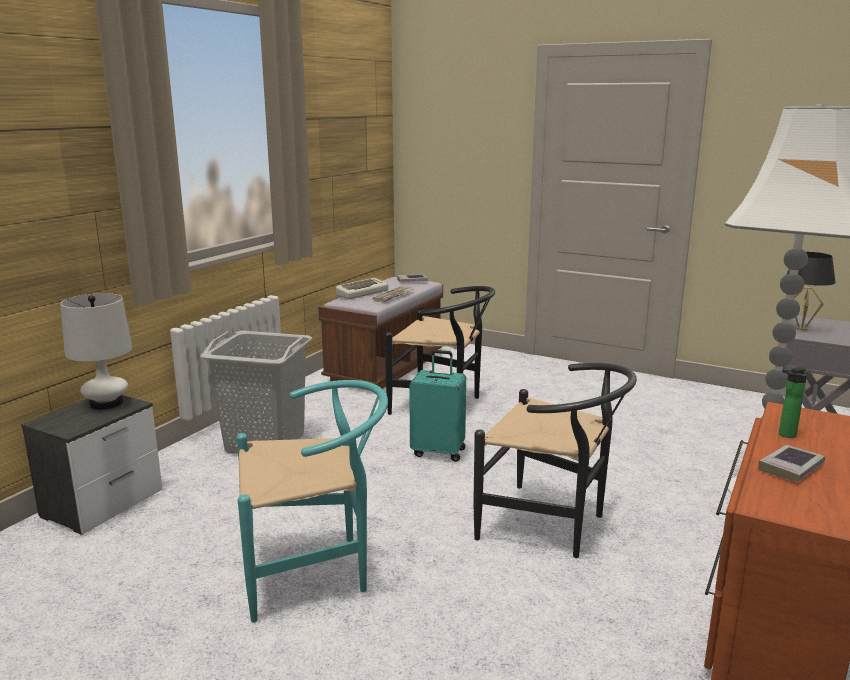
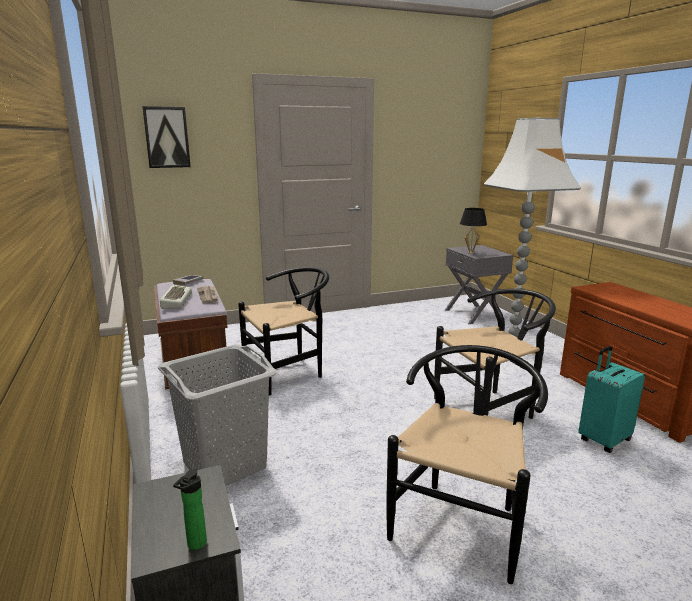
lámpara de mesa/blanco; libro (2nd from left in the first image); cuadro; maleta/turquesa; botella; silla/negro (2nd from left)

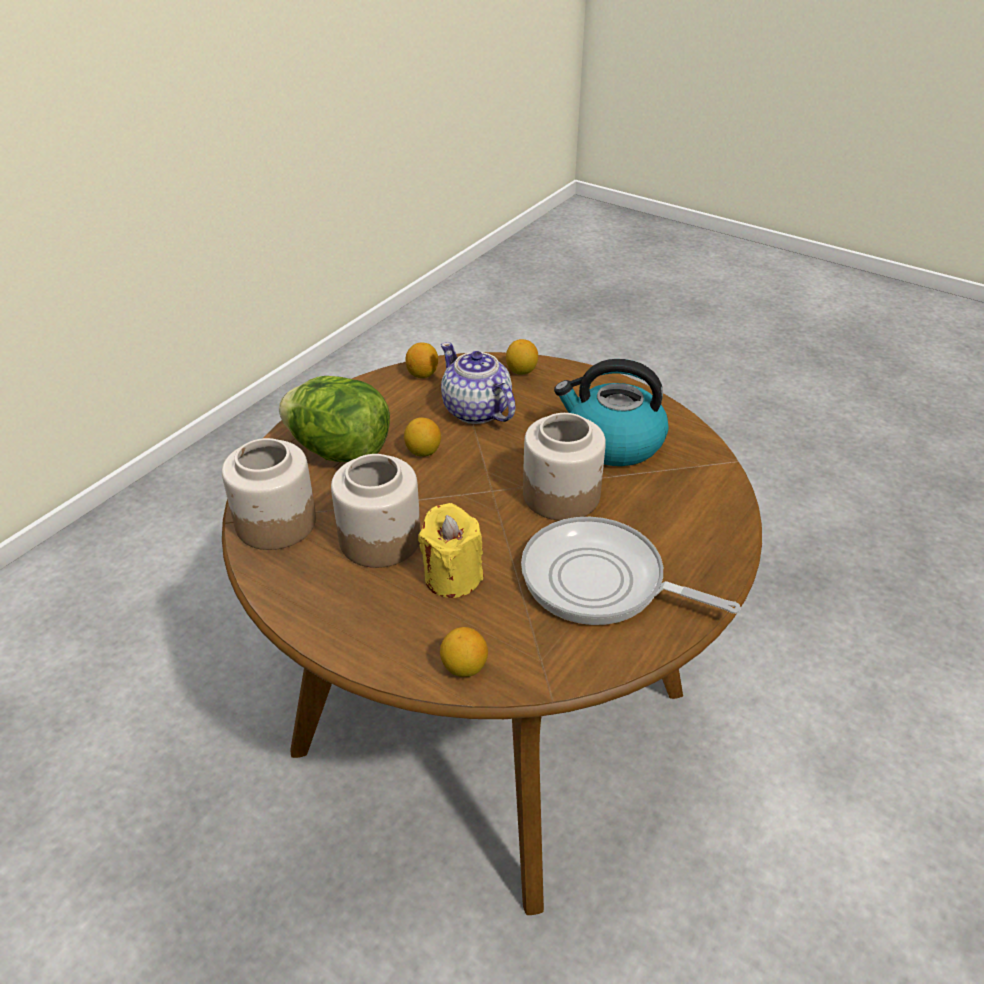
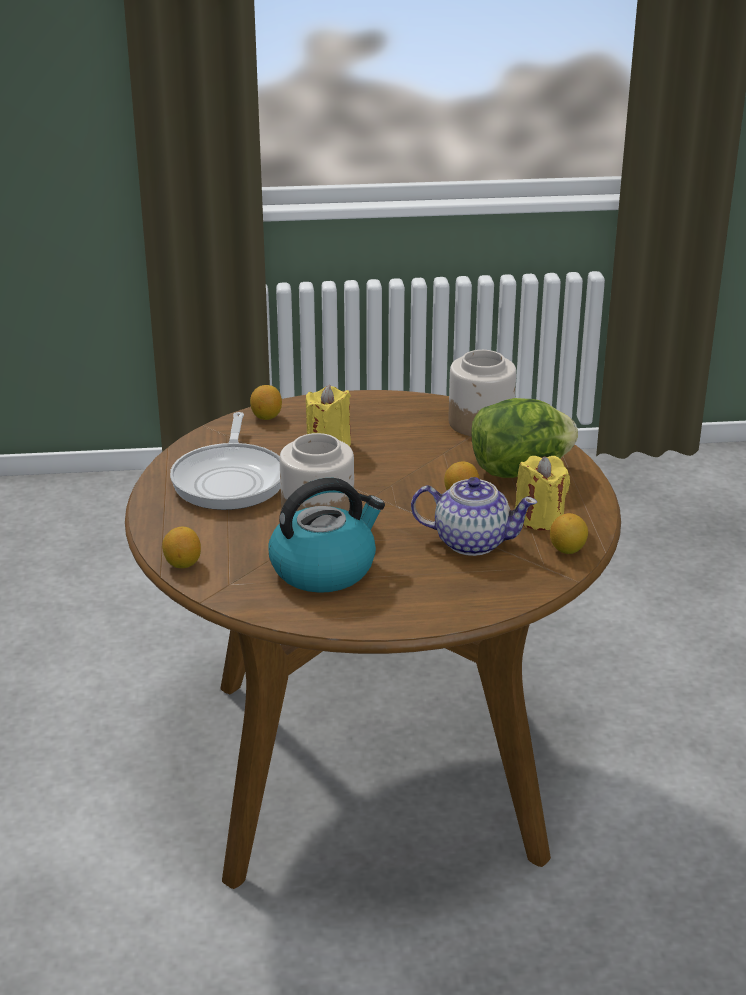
tarro (2nd from left in the first image); vela/amarillo (2nd from left); limón (1st from left); sartén

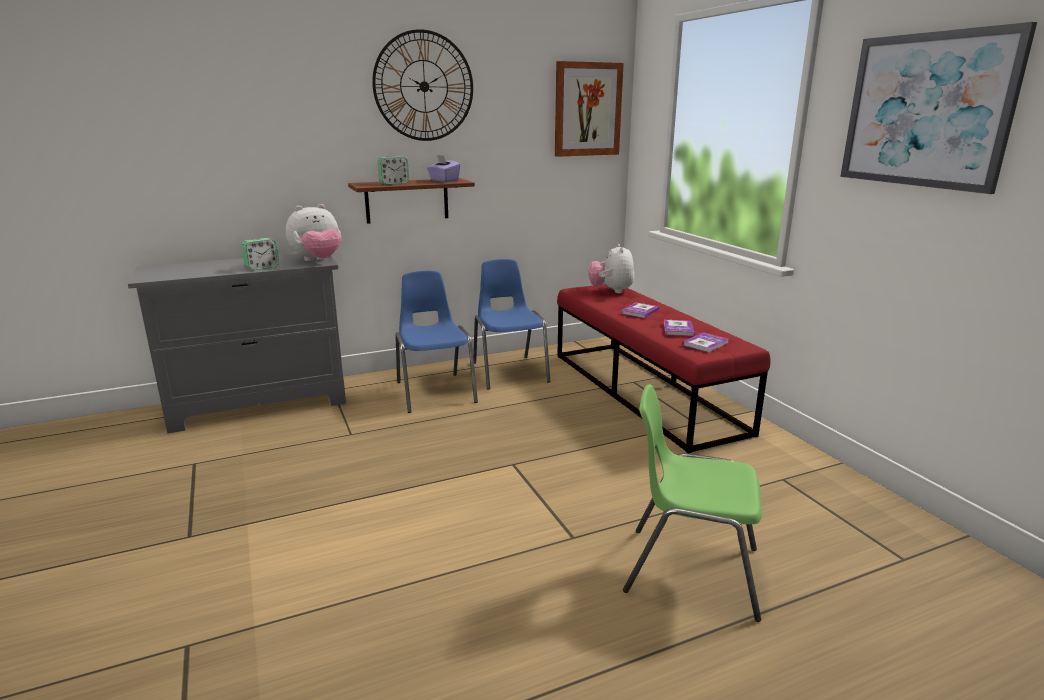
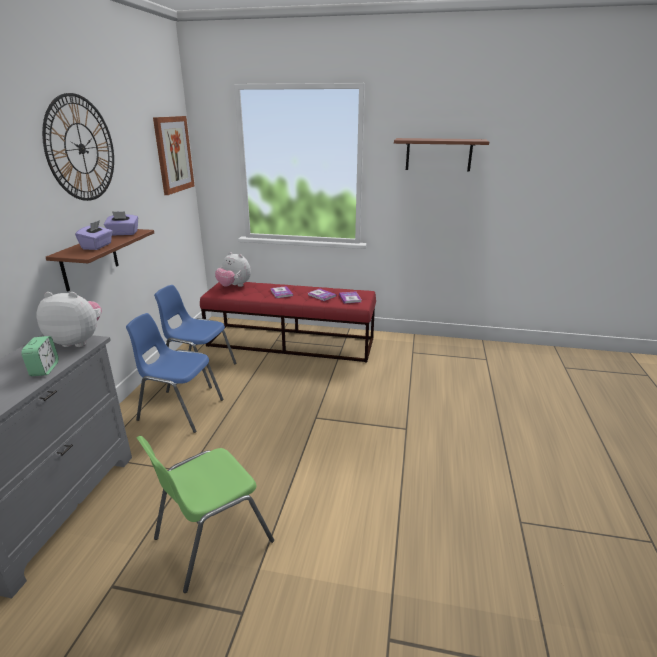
silla/verde; caja de pañuelos/morado (1st from left); estante/marrón (2nd from left); peluche (1st from left)

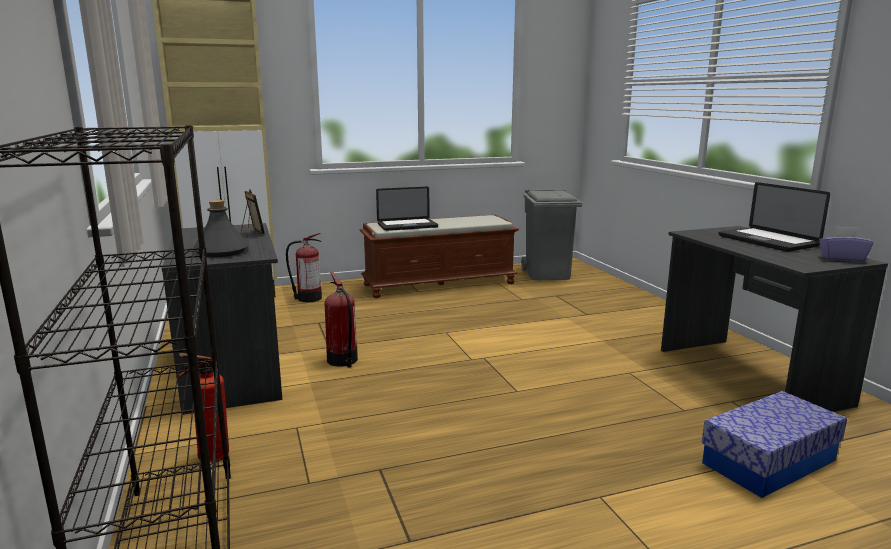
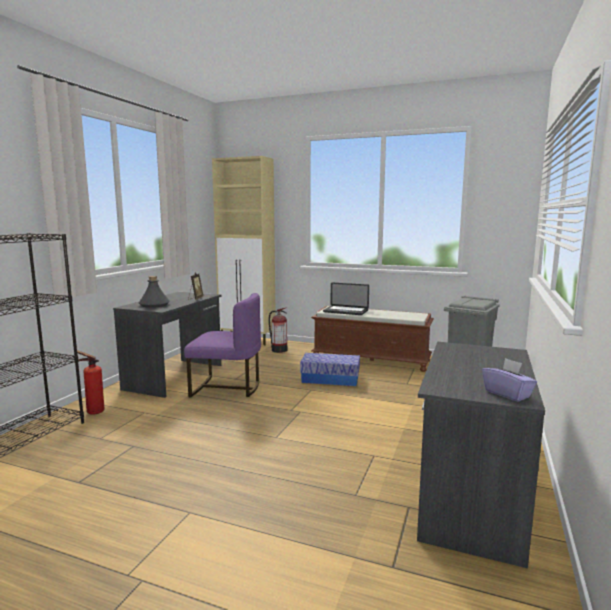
portátil (2nd from left in the first image); caja de almacenaje; silla/morado

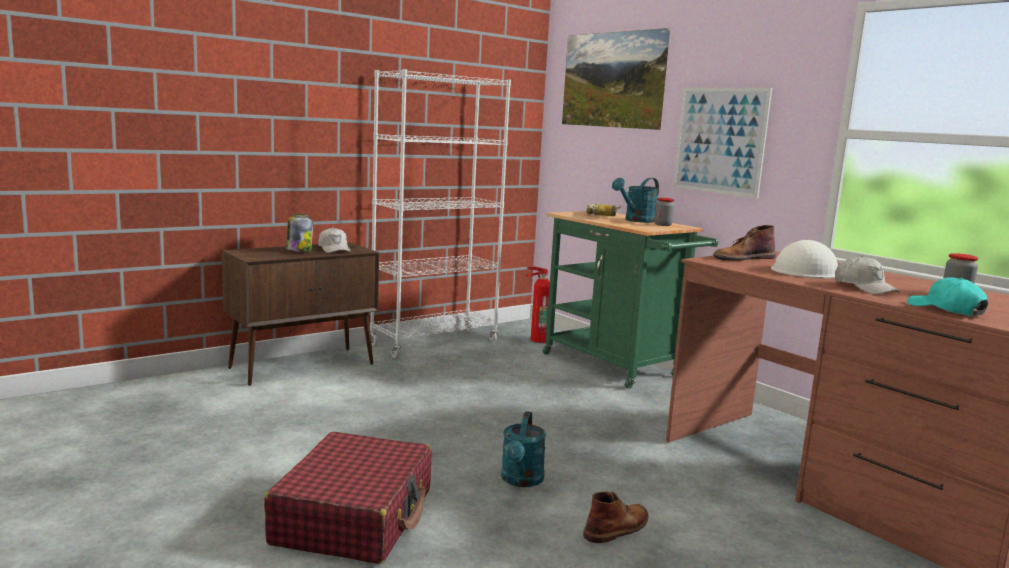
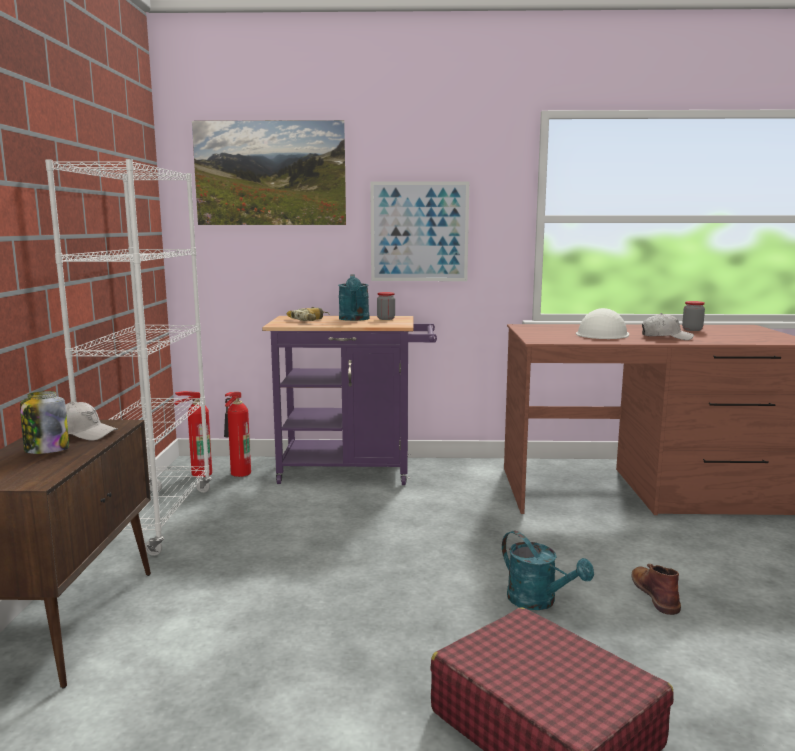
bota/marrón (2nd from left in the first image); gorra/turquesa; extintor (1st from left); carrito/morado

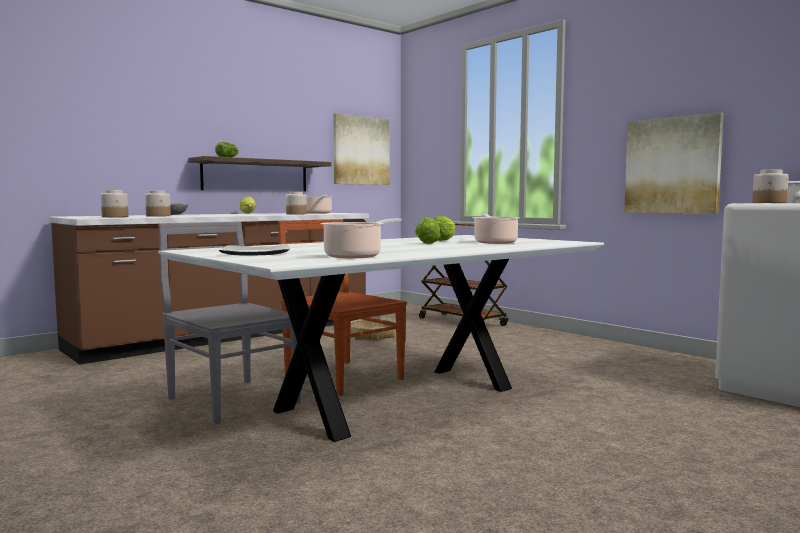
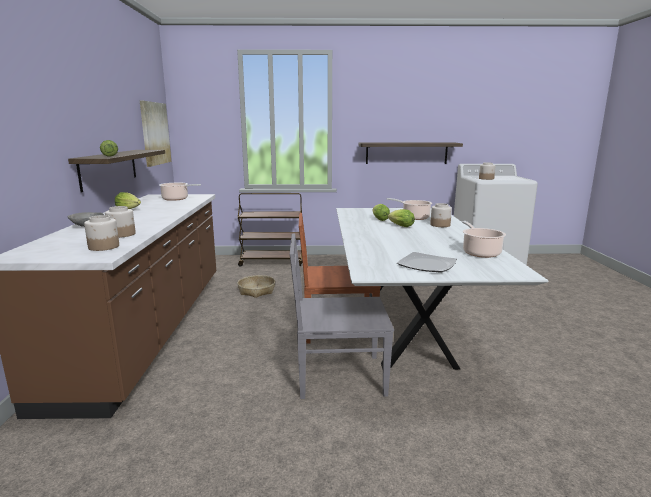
tarro (3rd from left); estante (2nd from left)

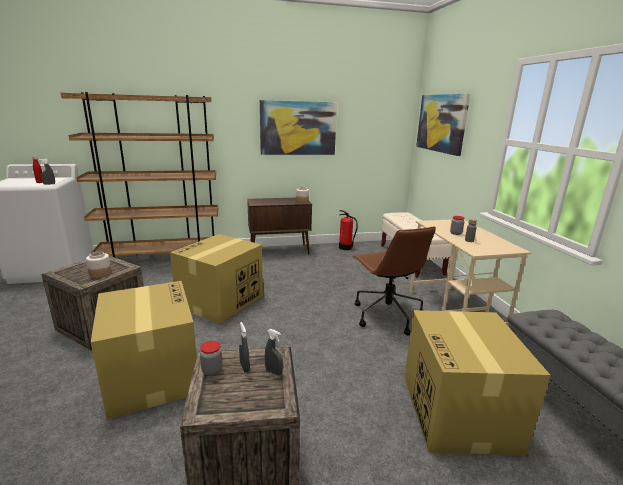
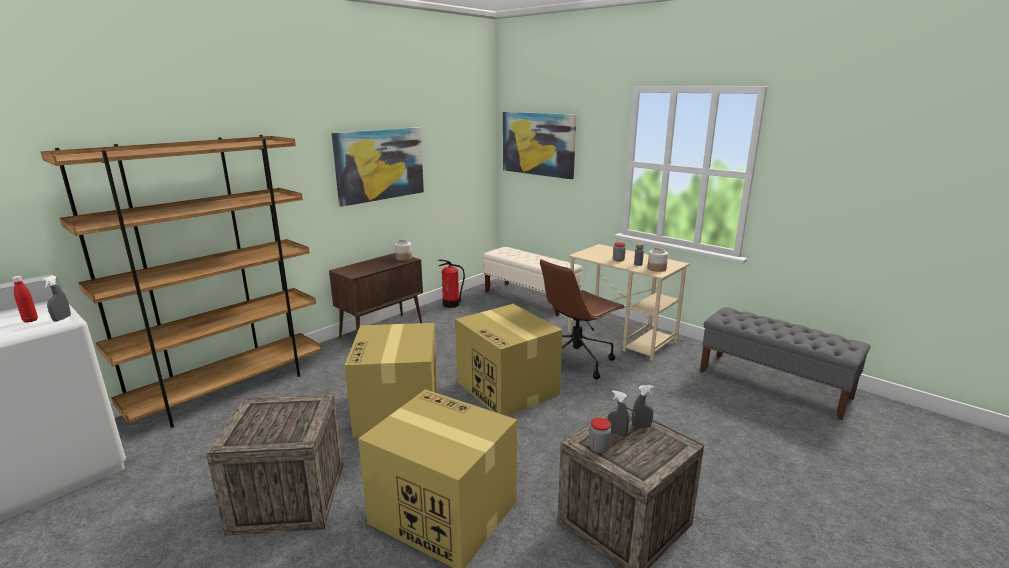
tarro (4th from left); caja de cartón (3rd from left); silla de oficina/marrón

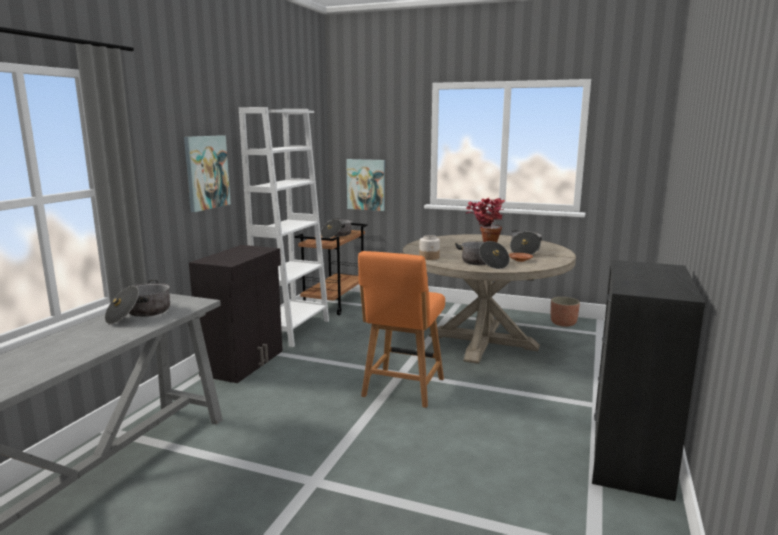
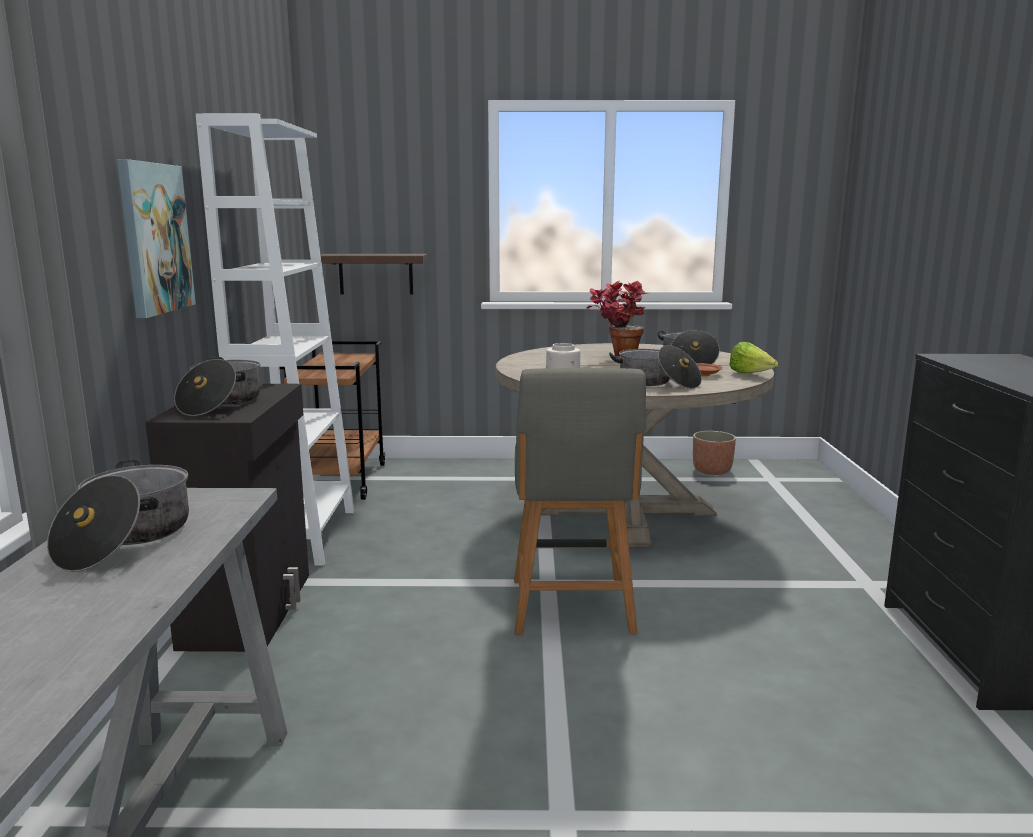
lechuga; olla (2nd from left); estante; silla/gris

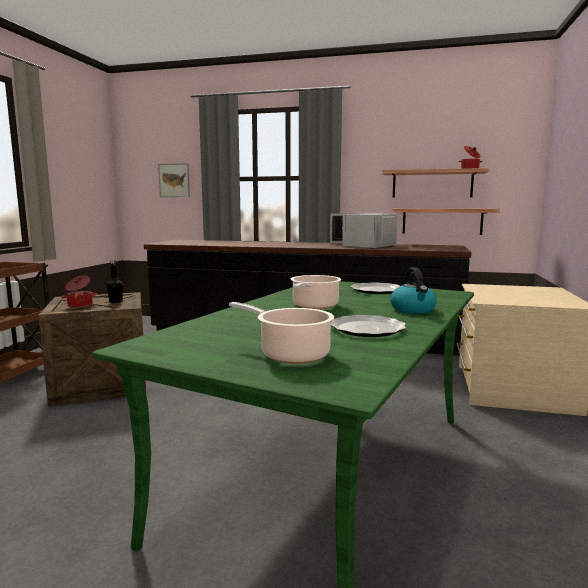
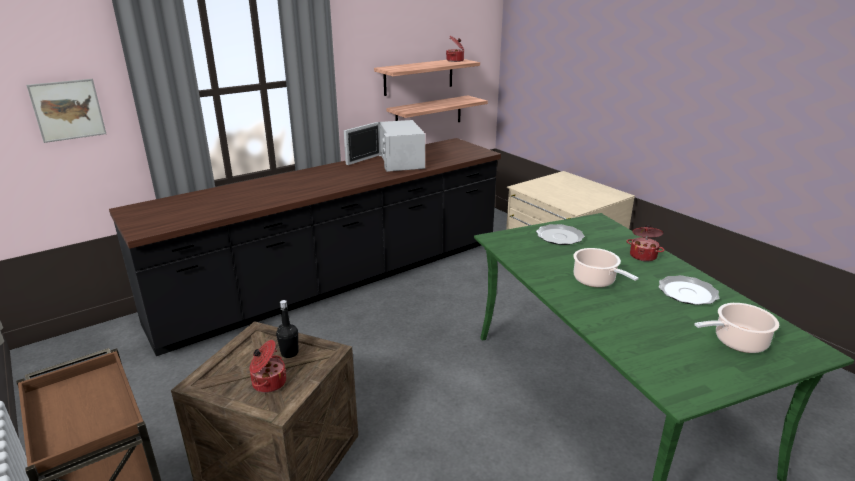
olla (4th from left)

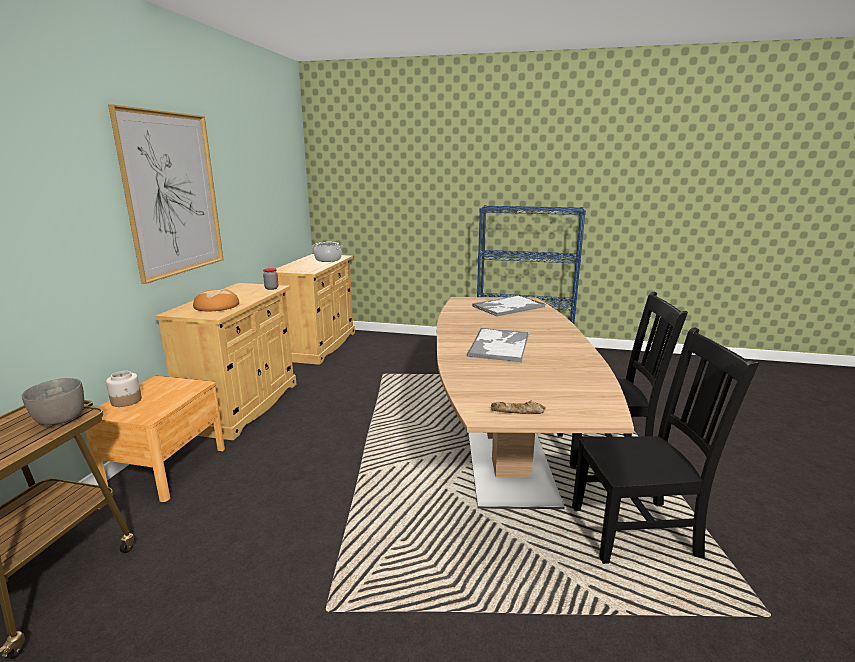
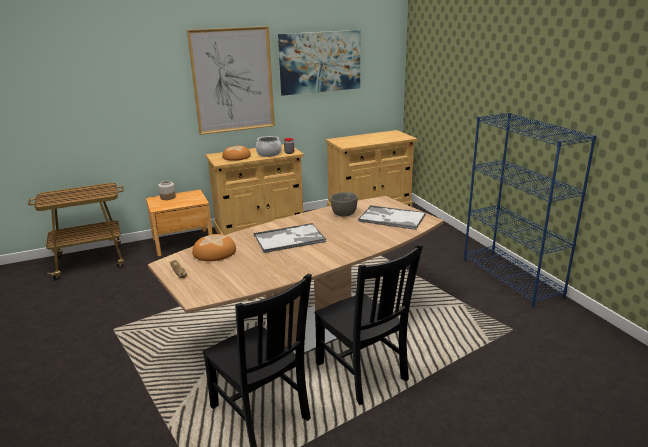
pan (2nd from left); cuadro (2nd from left); cuenco/gris; olla

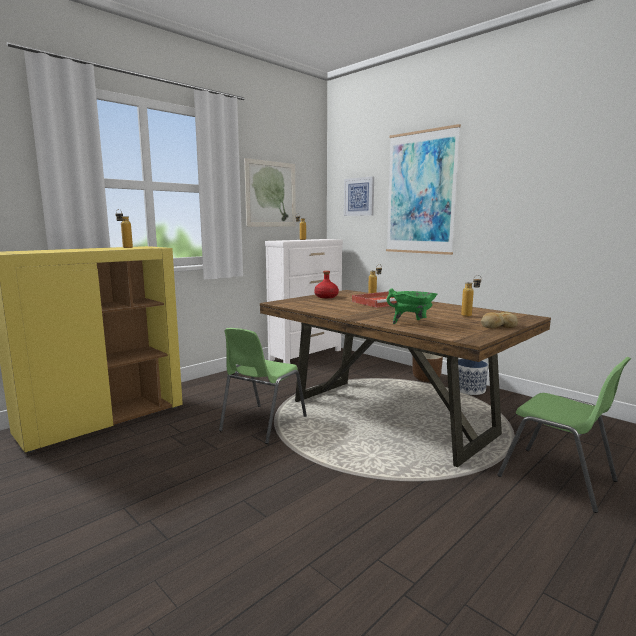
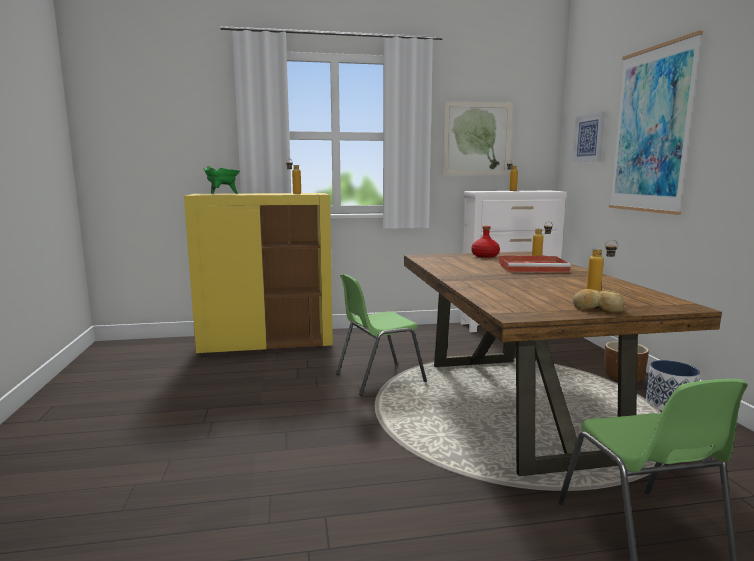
olla/verde

